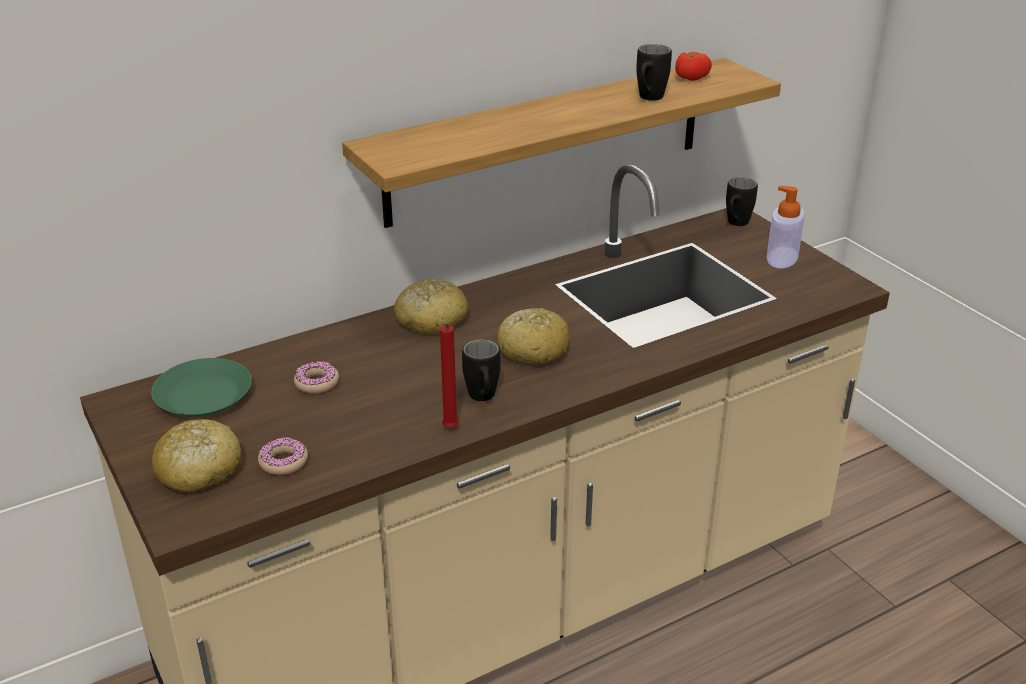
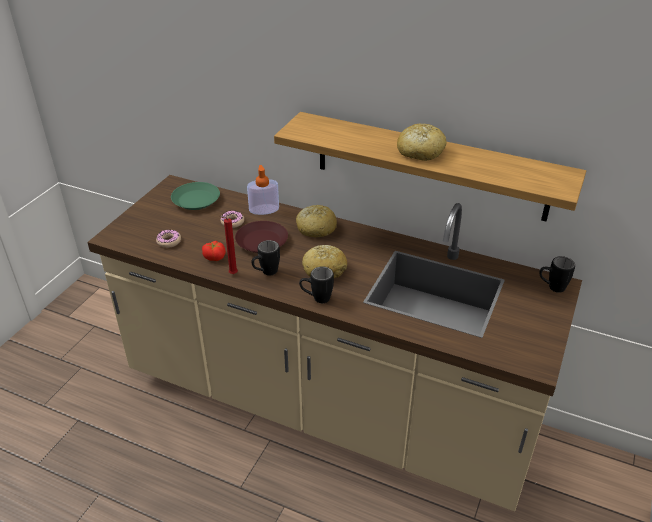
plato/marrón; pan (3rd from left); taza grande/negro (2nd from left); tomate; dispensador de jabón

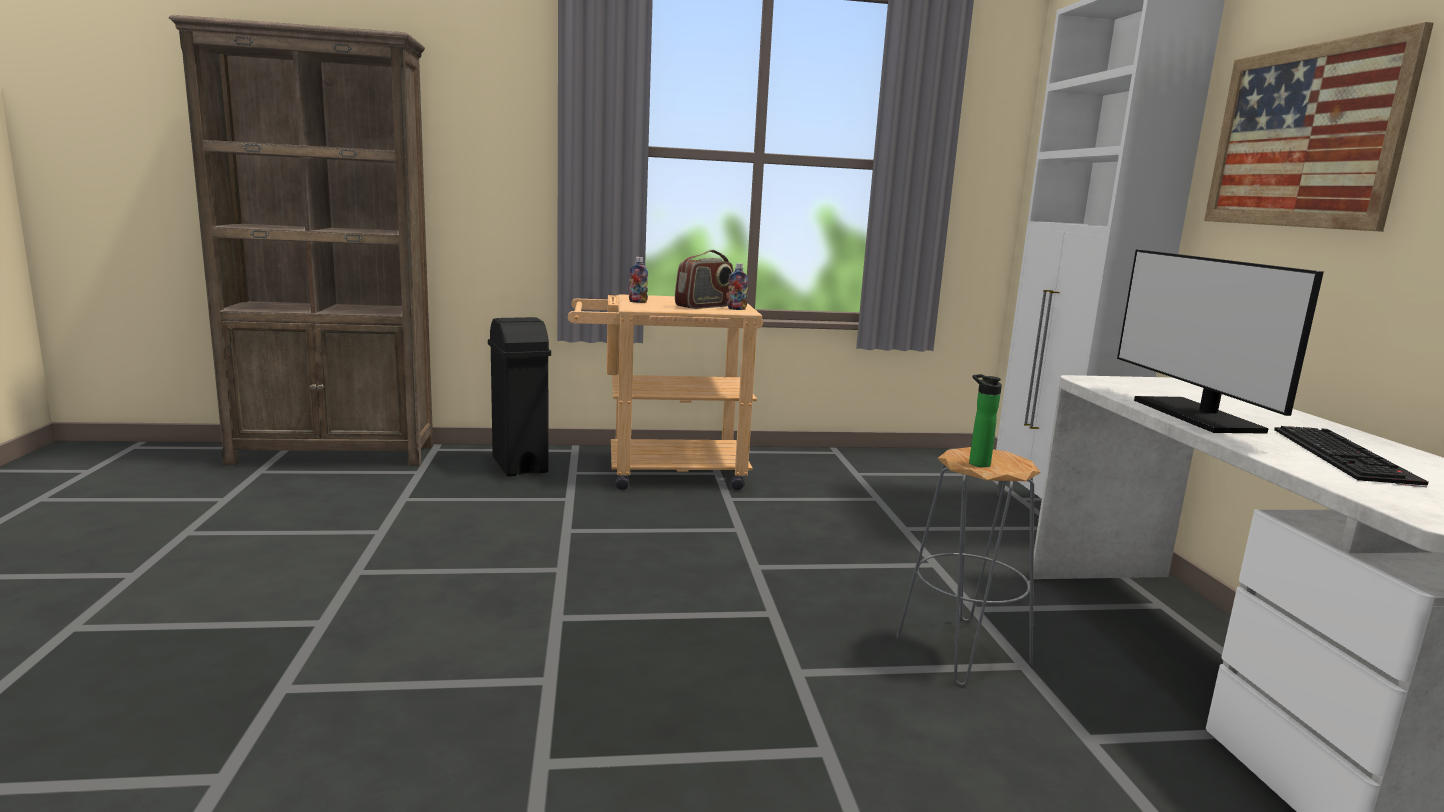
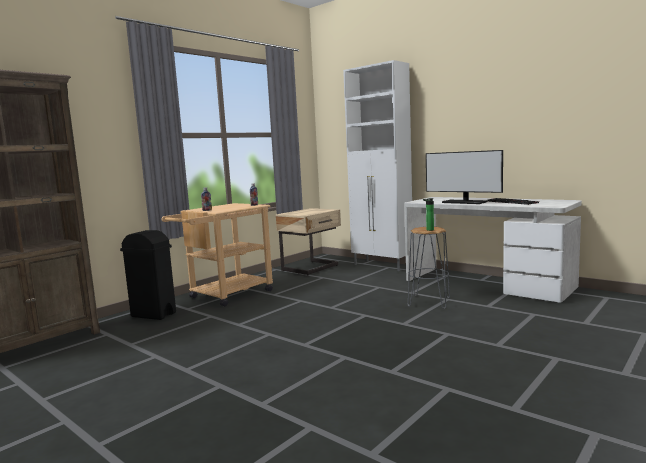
radio; cuadro; mesita de noche/beis

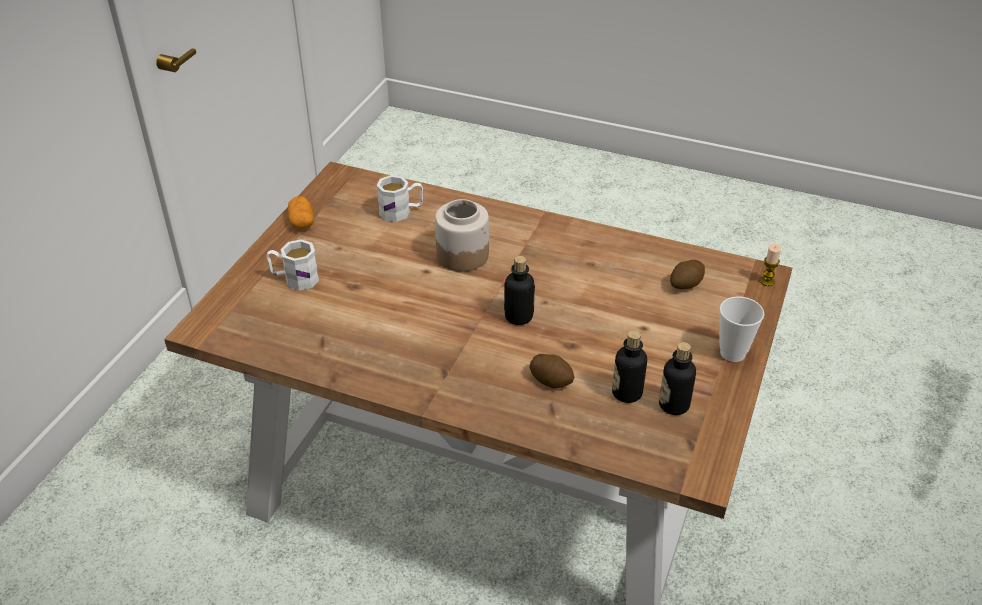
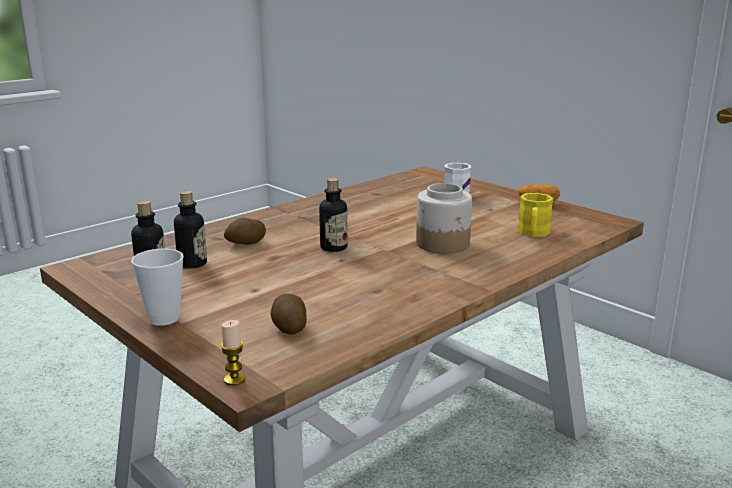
taza grande/amarillo

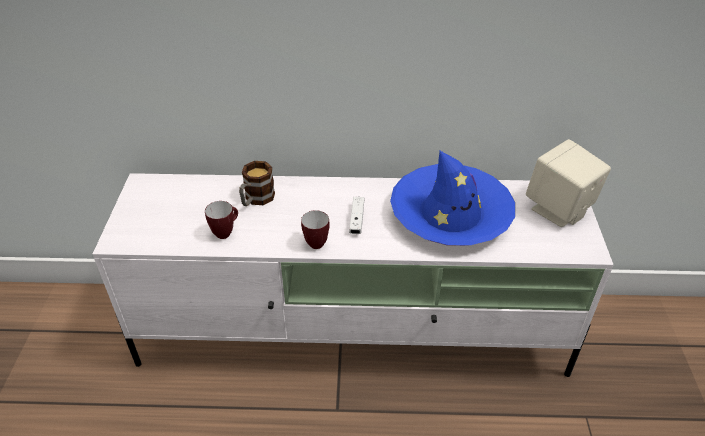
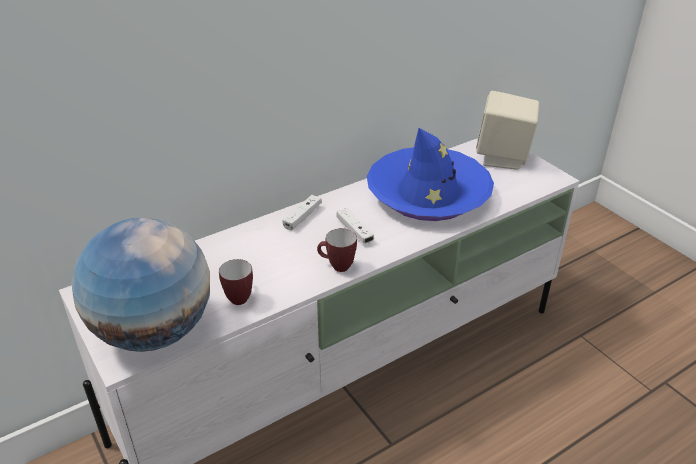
taza grande (2nd from left in the first image); globo terráqueo; mando de consola/blanco (1st from left)

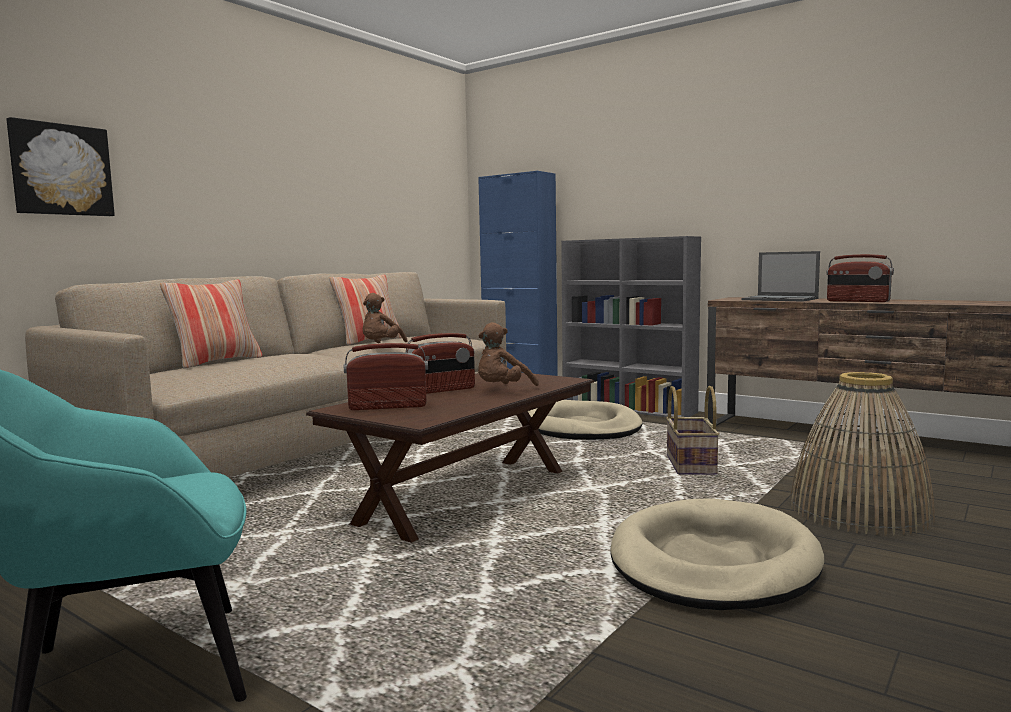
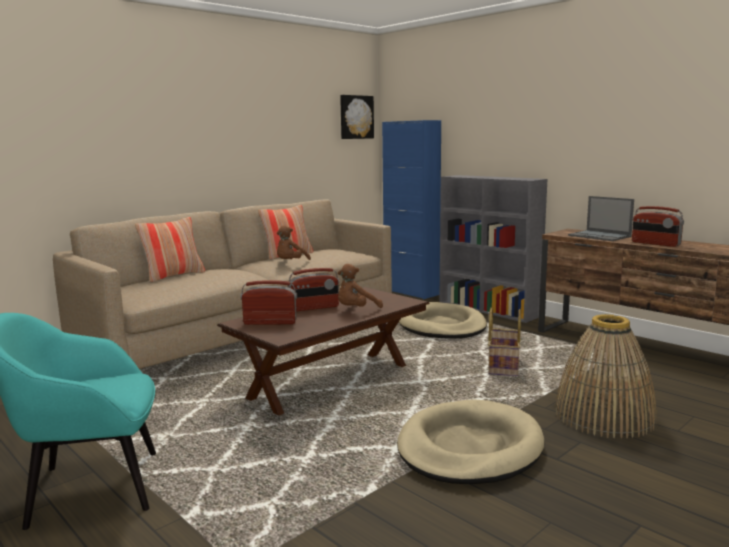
cuadro

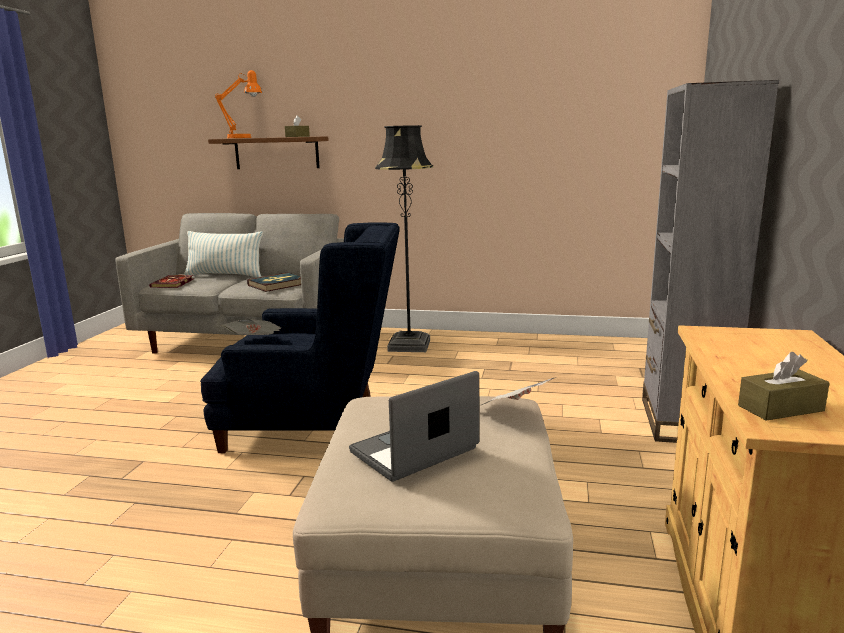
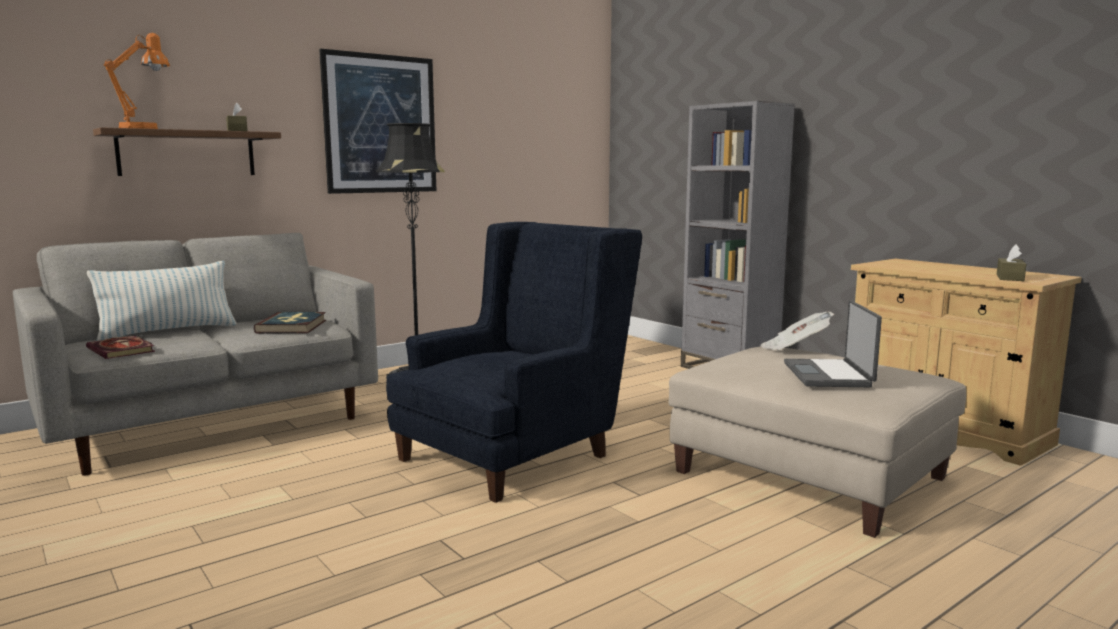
periódico (1st from left in the first image); cuadro

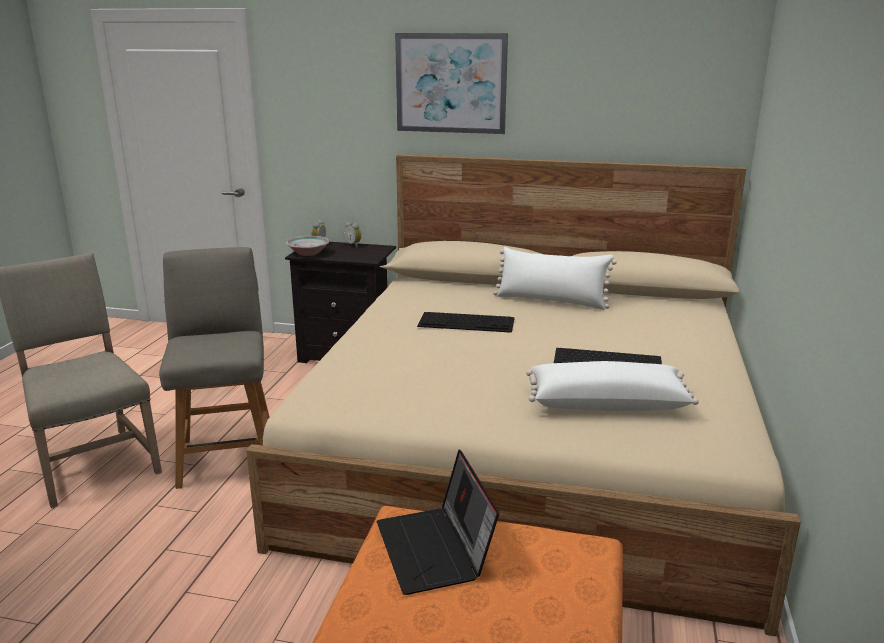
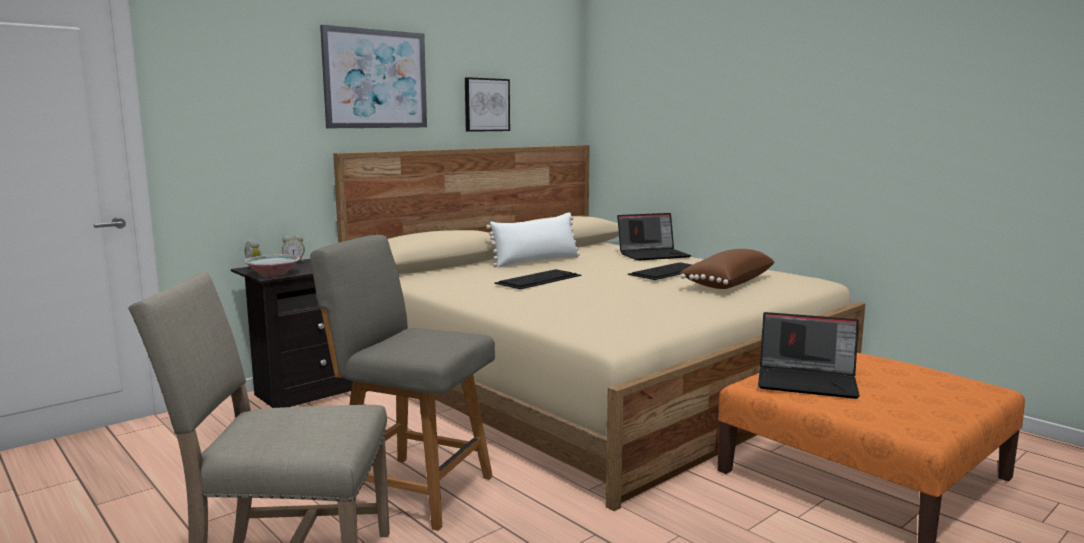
cuadro (2nd from left); portátil (1st from left); cojín/marrón

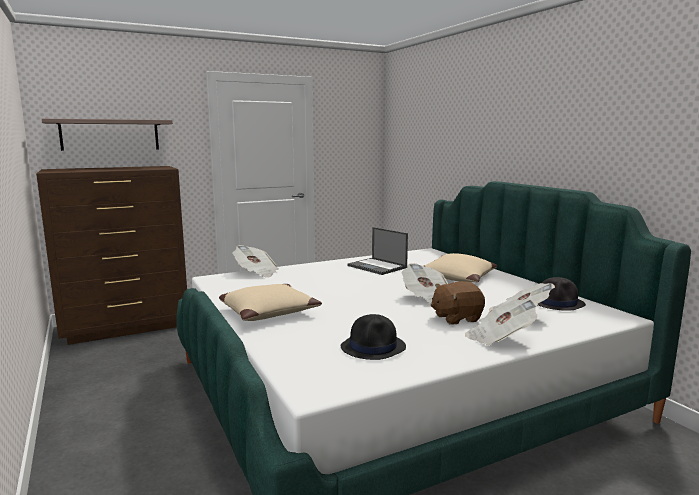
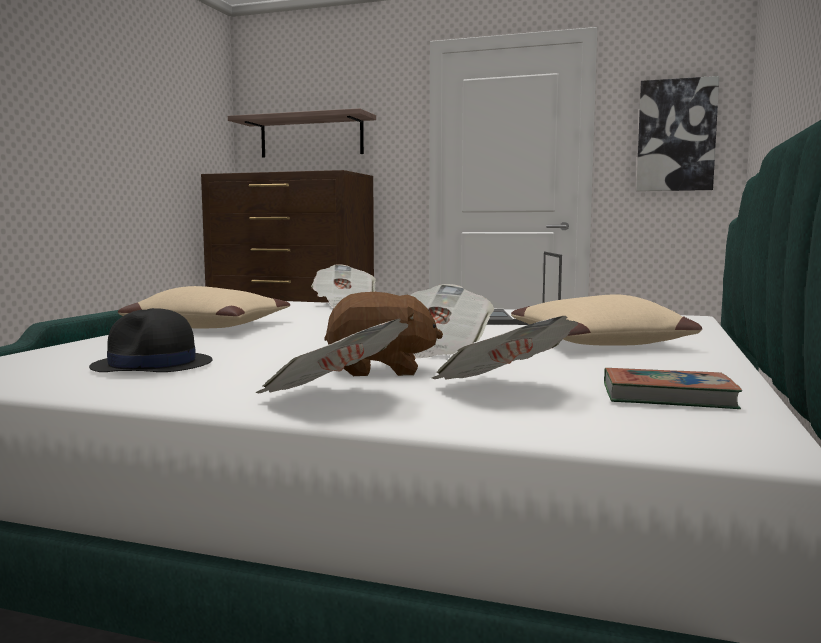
cuadro; libro; peluche/marrón

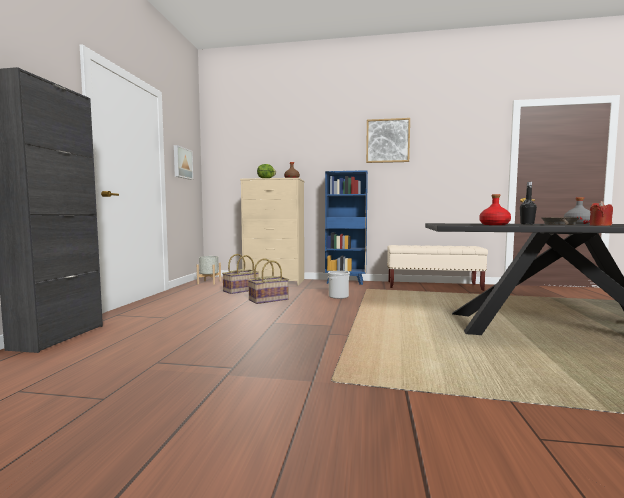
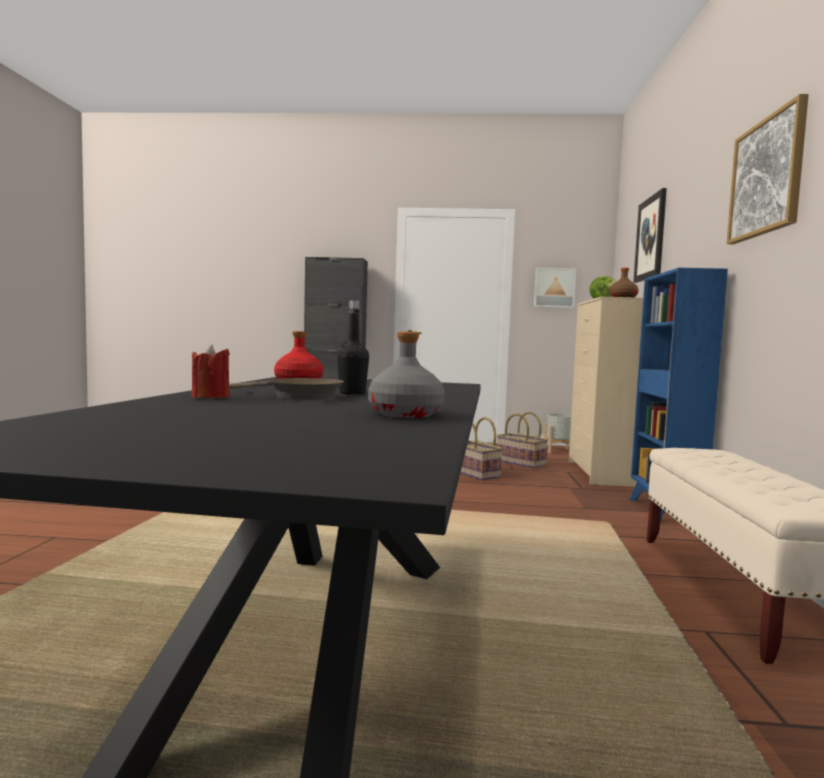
cubo; cuadro (2nd from left)

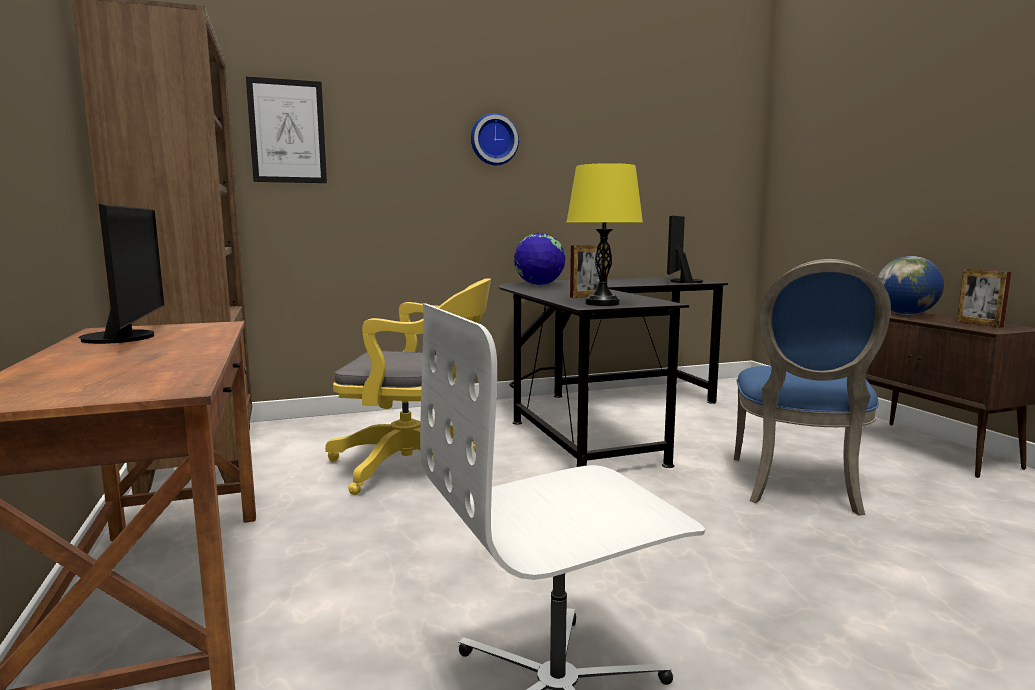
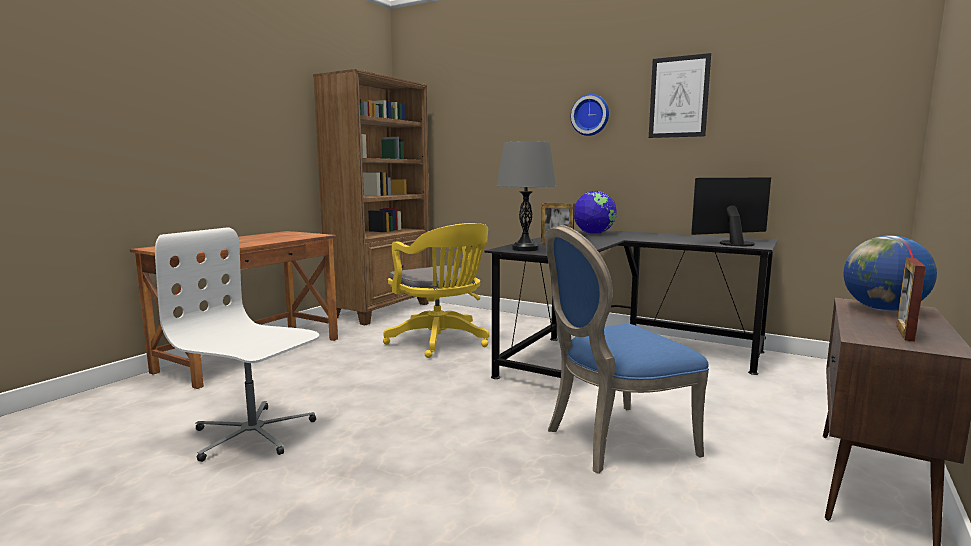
monitor (1st from left in the first image); cuadro; lámpara de mesa/gris

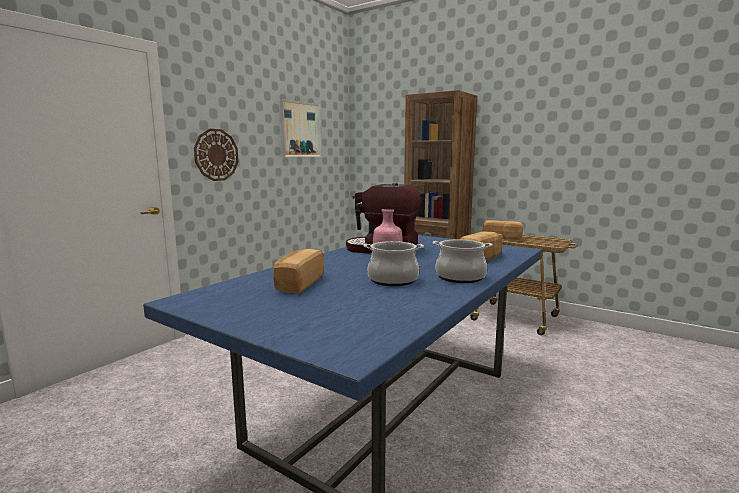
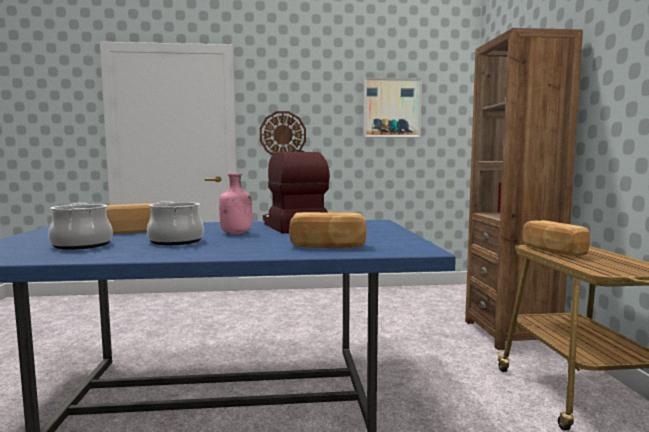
olla (1st from left)

